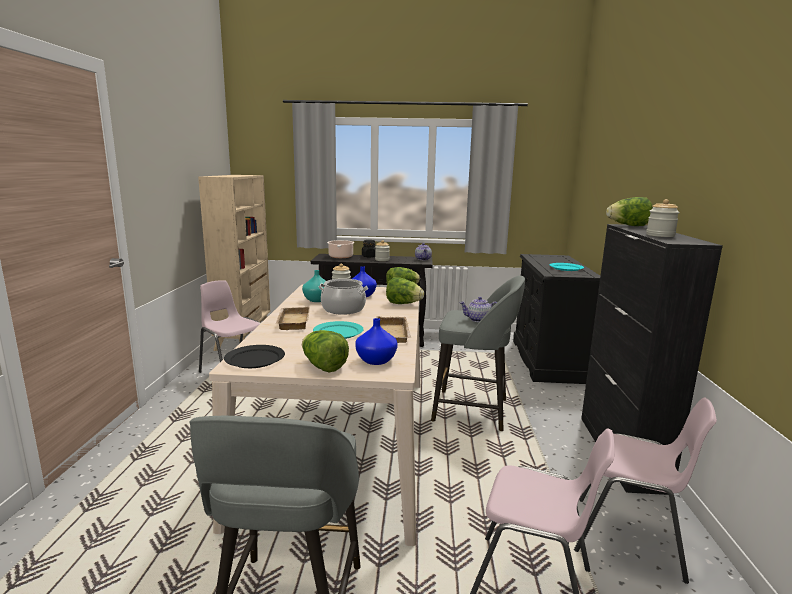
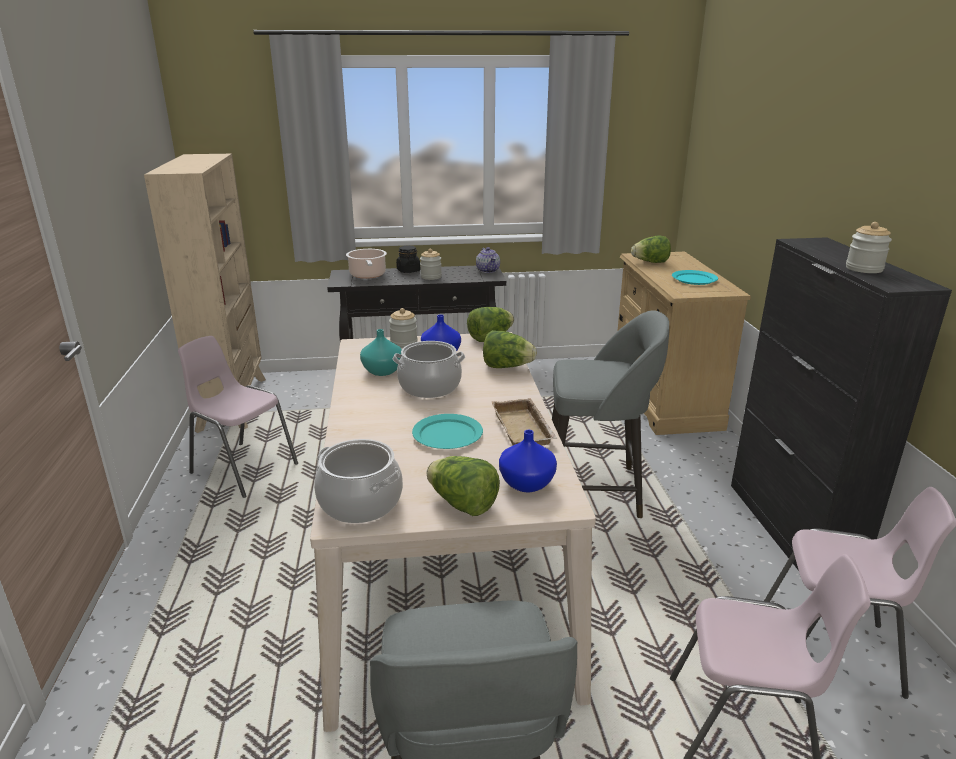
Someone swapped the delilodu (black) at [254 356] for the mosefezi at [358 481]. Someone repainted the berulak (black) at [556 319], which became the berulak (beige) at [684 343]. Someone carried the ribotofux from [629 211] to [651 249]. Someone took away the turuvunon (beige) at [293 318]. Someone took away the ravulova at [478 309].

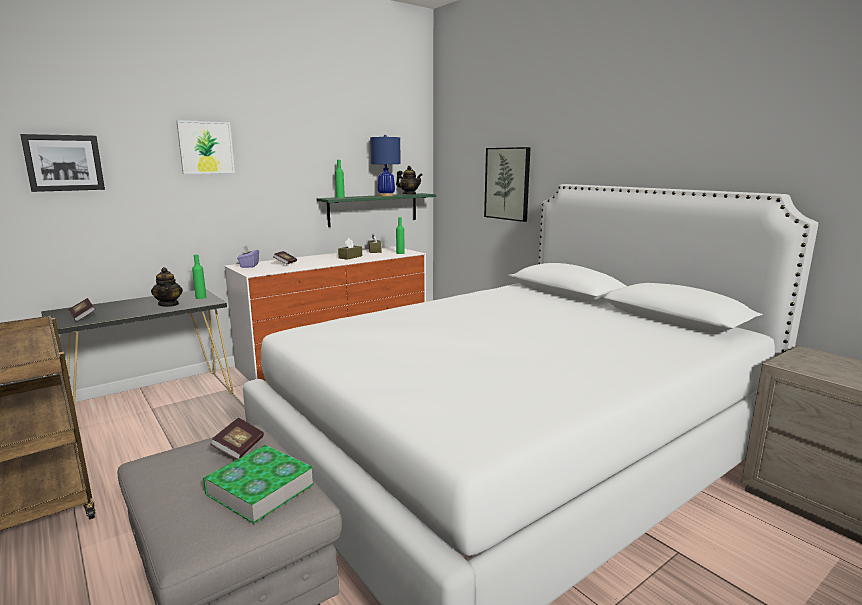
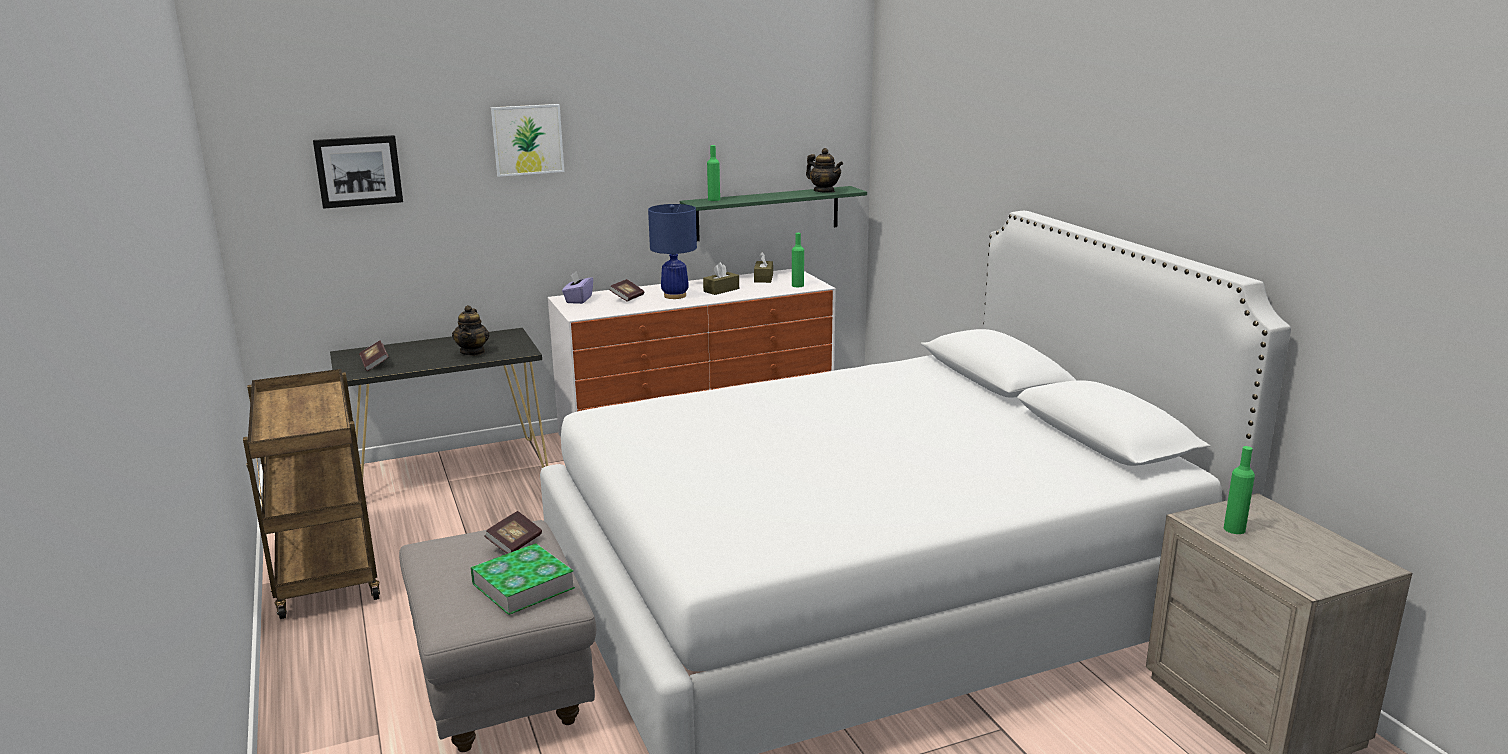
Someone carried the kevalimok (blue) from [385 165] to [672 251]. Someone carried the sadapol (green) from [199 276] to [1239 490]. Someone took away the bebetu at [507 184].

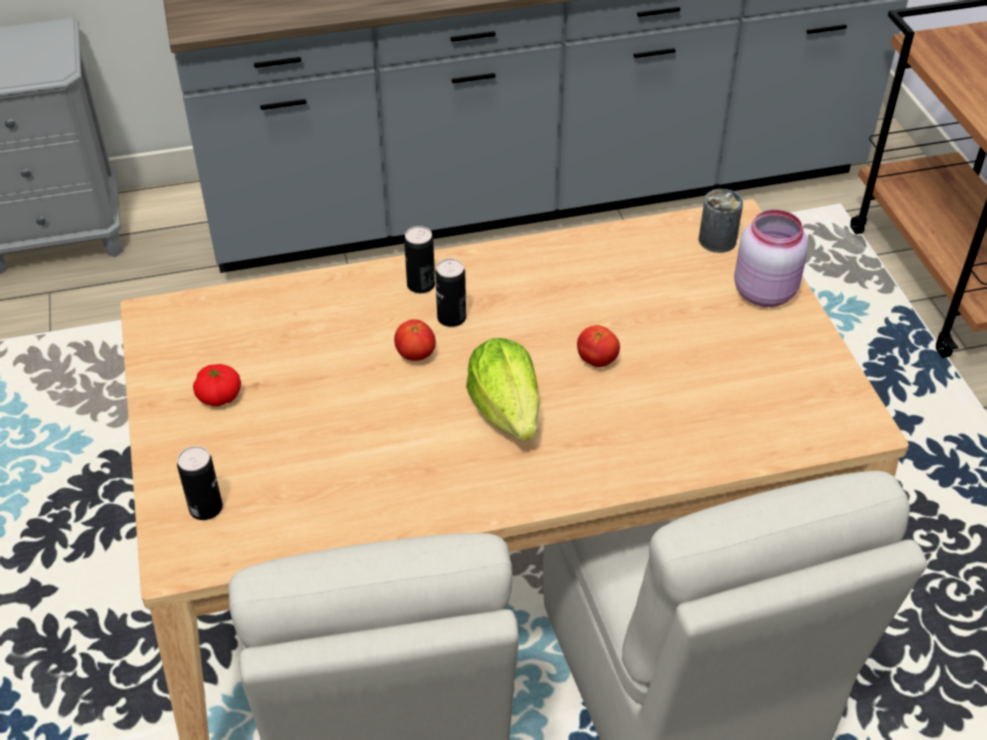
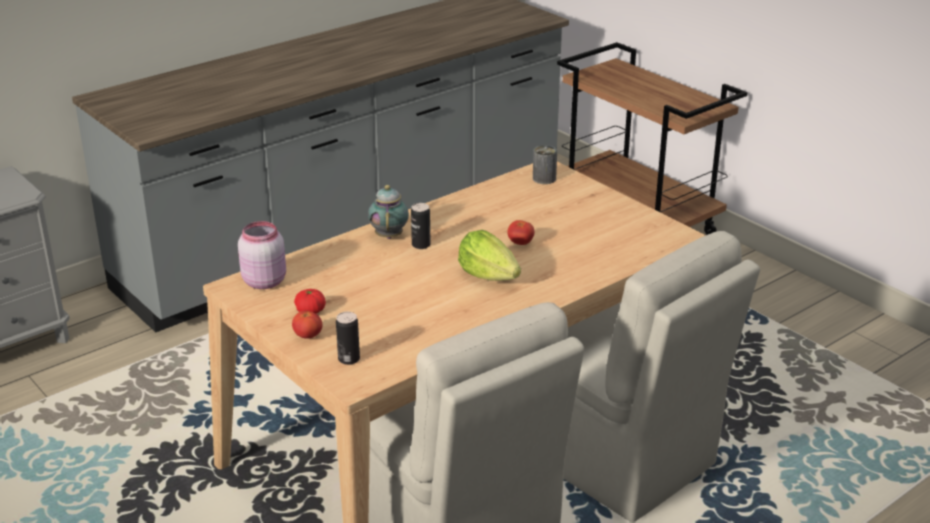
Someone carried the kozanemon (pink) from [771 258] to [262 255]. Someone carried the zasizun from [415 340] to [307 324]. Someone swapped the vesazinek at [419 259] for the ravulova at [388 212].

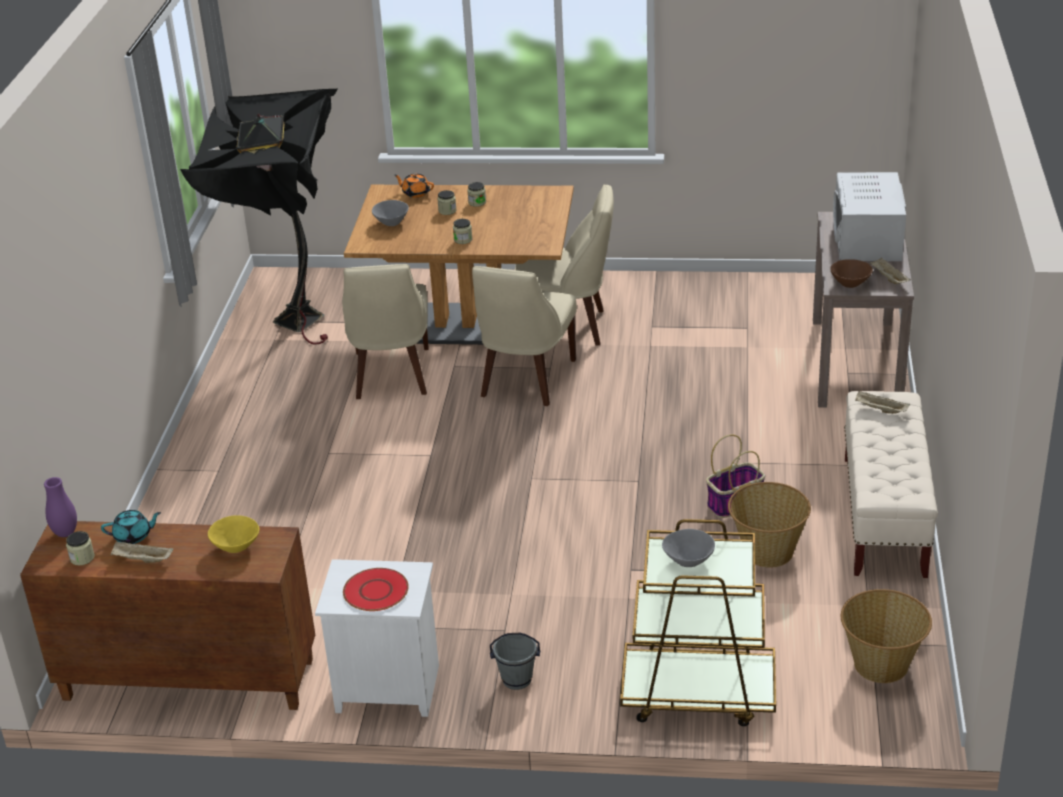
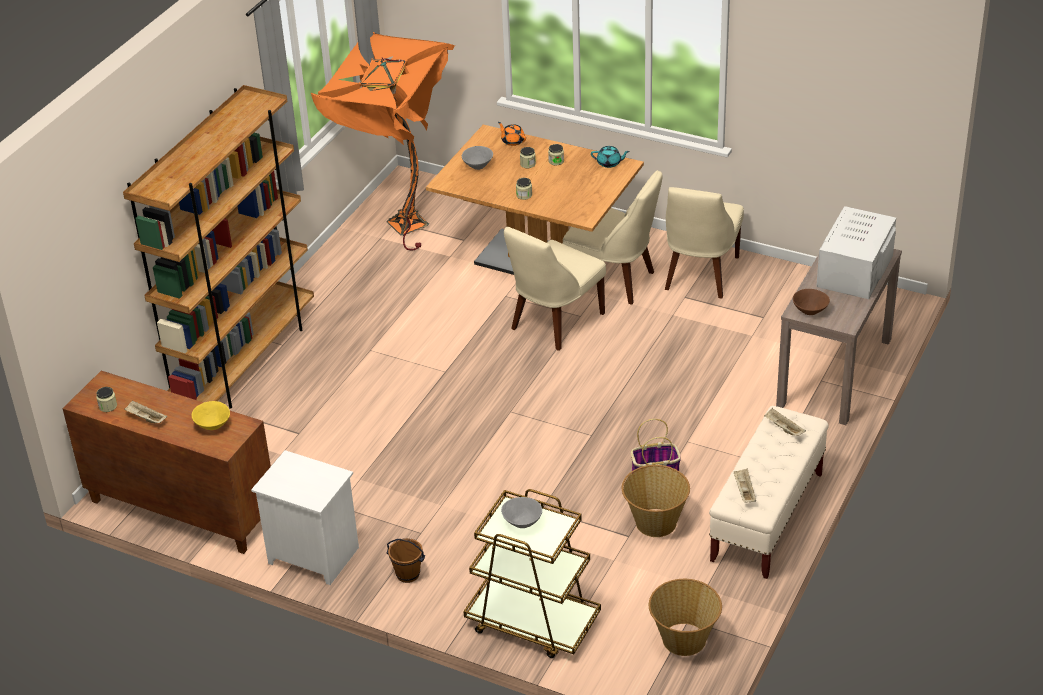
Someone put down the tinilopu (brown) at [218 247]. Someone repainted the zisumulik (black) at [259 216], which became the zisumulik (orange) at [383 141]. Someone repainted the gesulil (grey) at [515 661], which became the gesulil (brown) at [406 560]. Someone carried the ravulova (turquoise) from [131 527] to [610 157]. Someone carried the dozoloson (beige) from [385 331] to [704 242]. Someone carried the turuvunon (beige) from [890 270] to [744 485]. Someone took away the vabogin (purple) at [60 507]. Someone took away the delilodu (red) at [376 589].

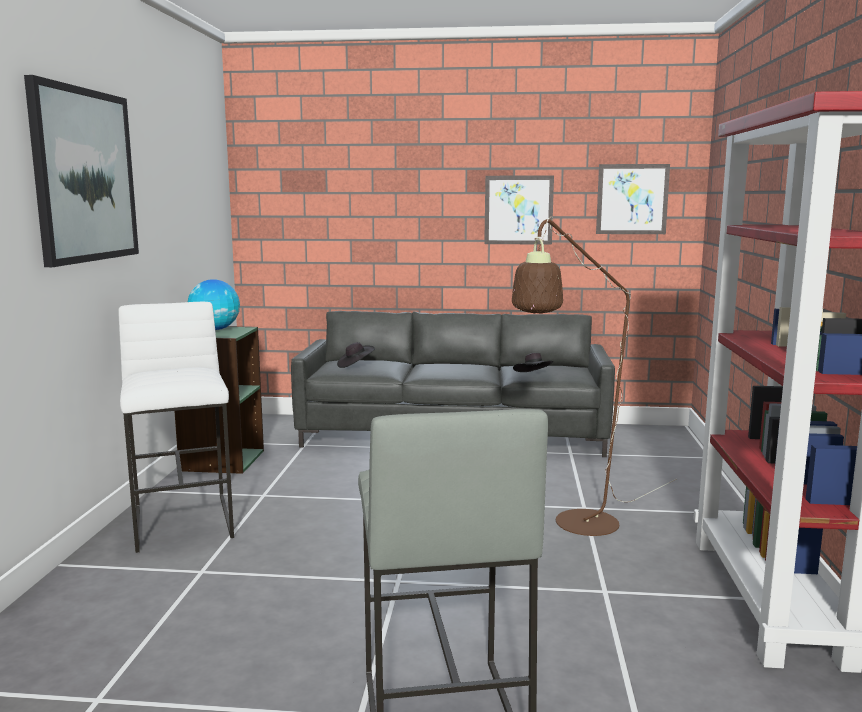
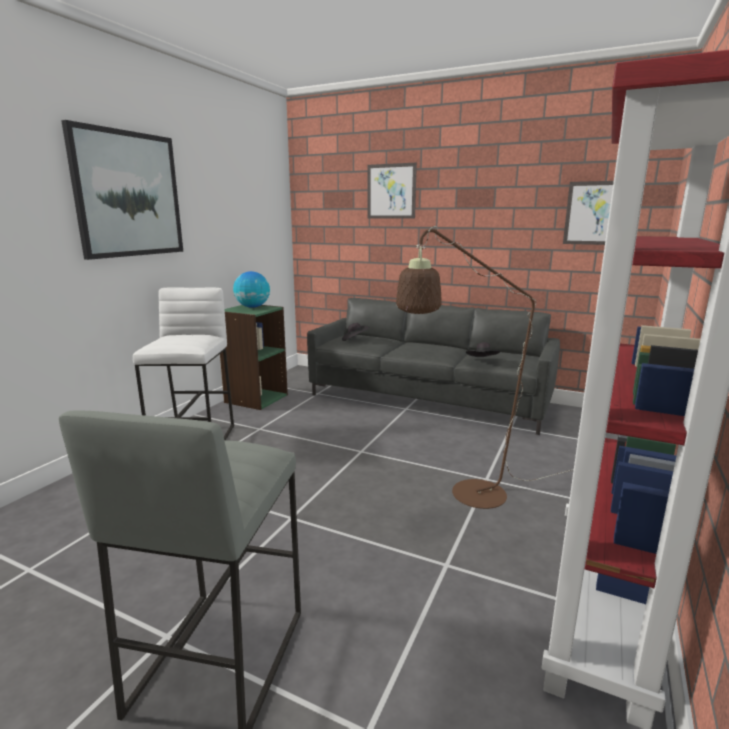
Someone carried the bebetu from [519 210] to [392 191].

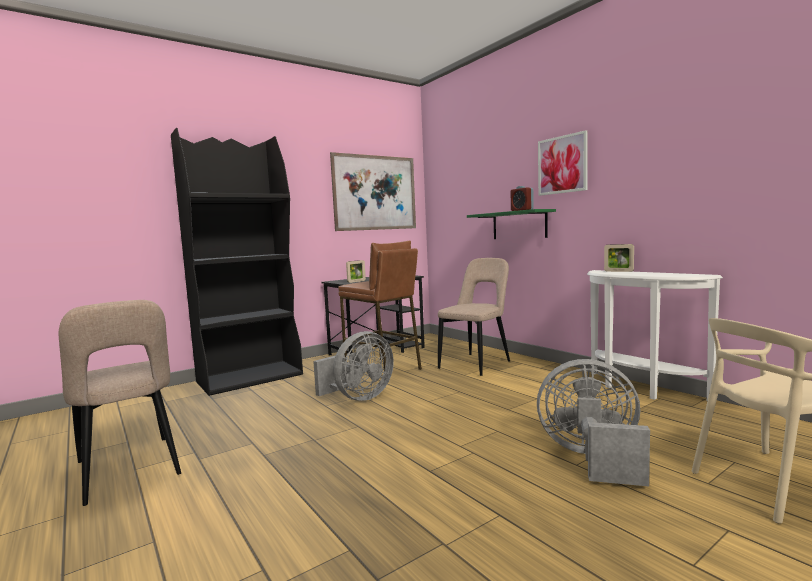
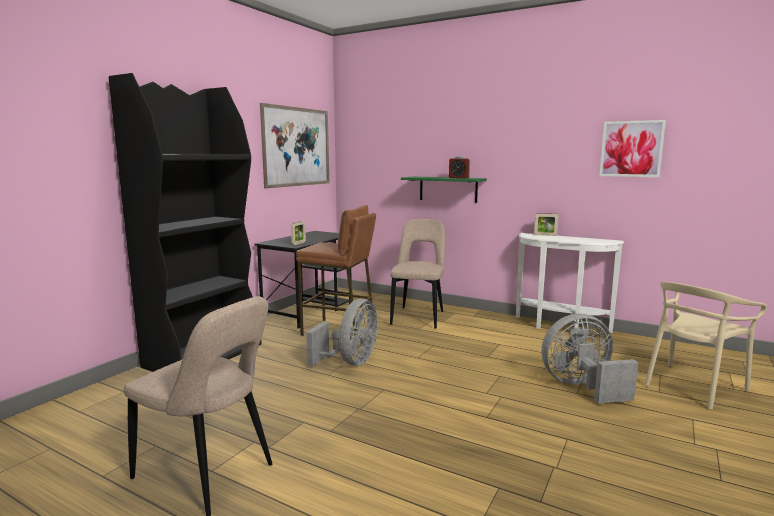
Someone carried the bebetu from [563 163] to [632 148].

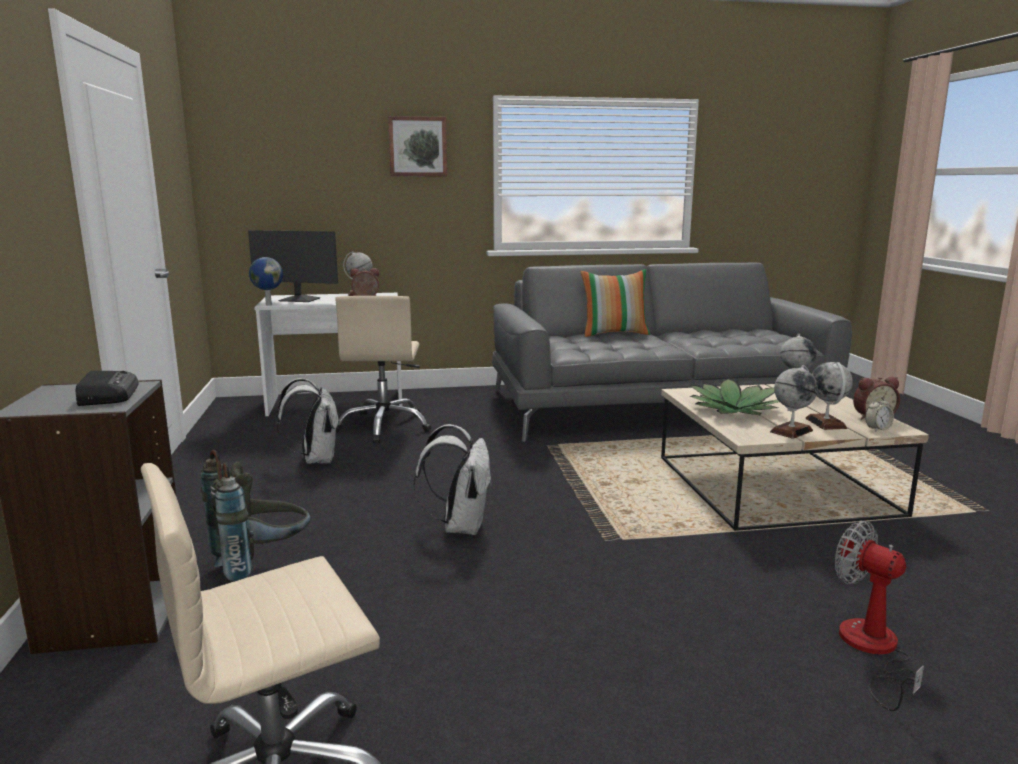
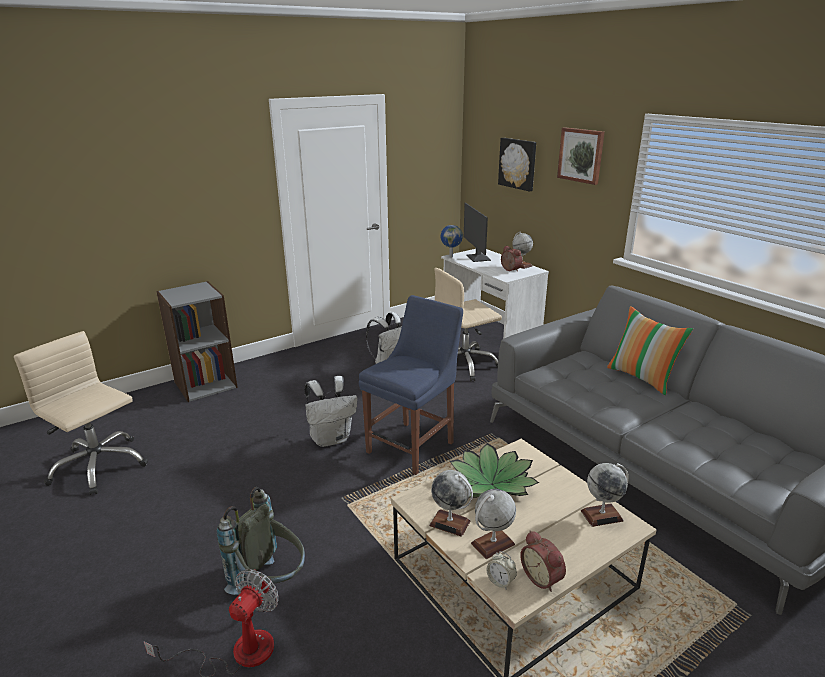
Someone carried the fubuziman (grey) from [256 516] to [261 541]. Someone put down the dozoloson (blue) at [411 385]. Someone put up the bebetu at [517 165]. Someone took away the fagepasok at [107 388].

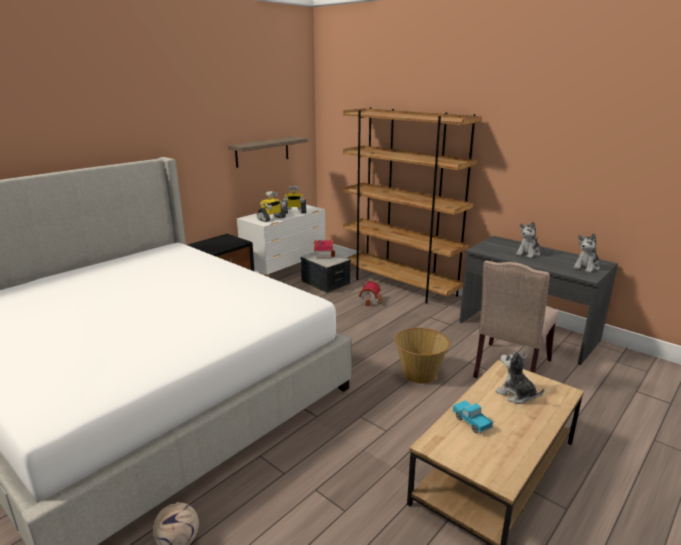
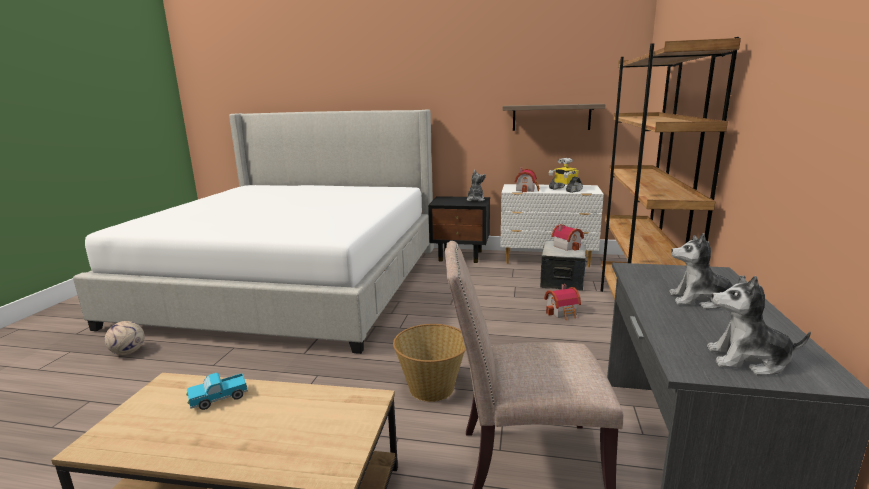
Someone rotated the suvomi at [472 416] by 150 degrees counterclockwise. Someone carried the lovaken from [519 377] to [476 186]. Someone swapped the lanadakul at [271 206] for the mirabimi at [527 180].

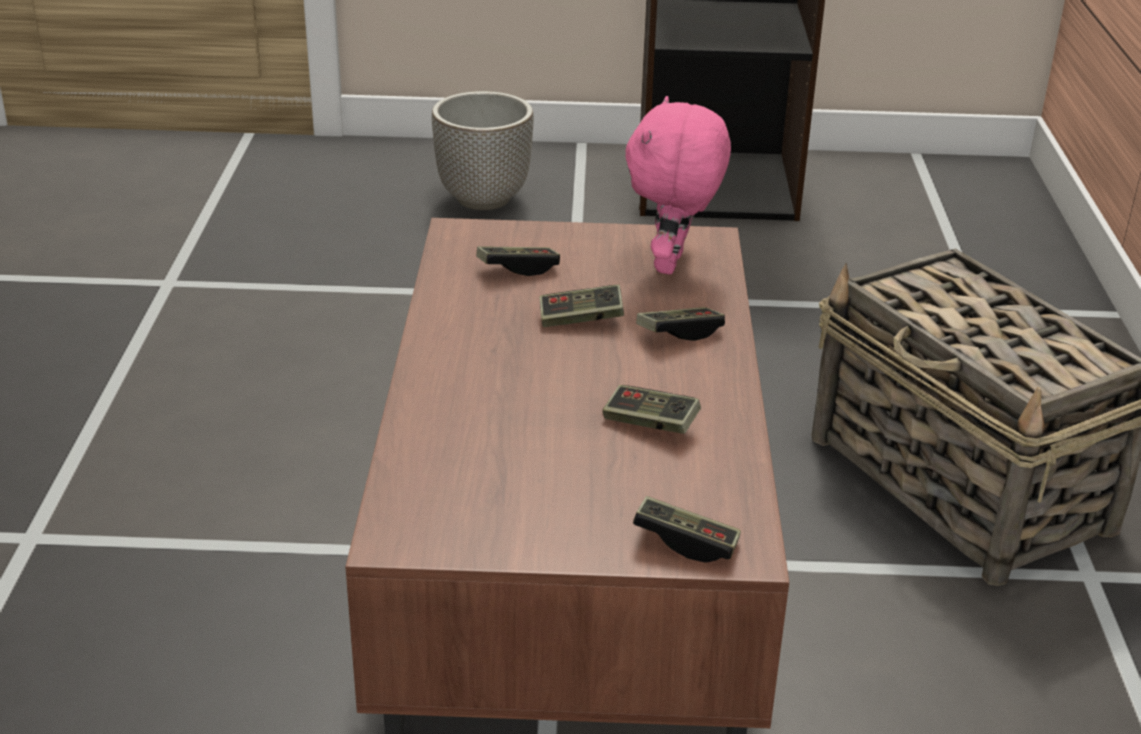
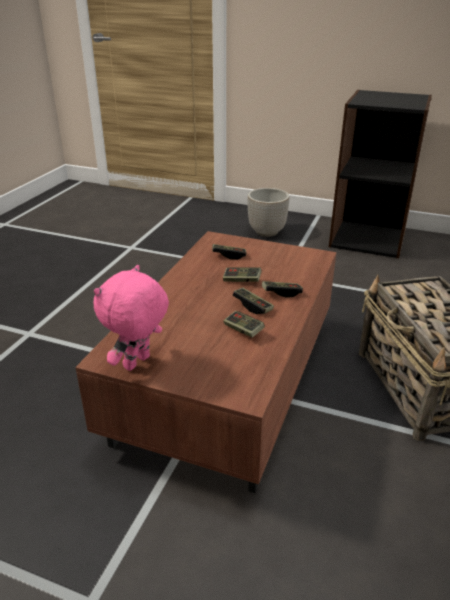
Someone carried the lovaken (pink) from [678 185] to [131 318]. Someone carried the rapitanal from [687 529] to [253 301].

